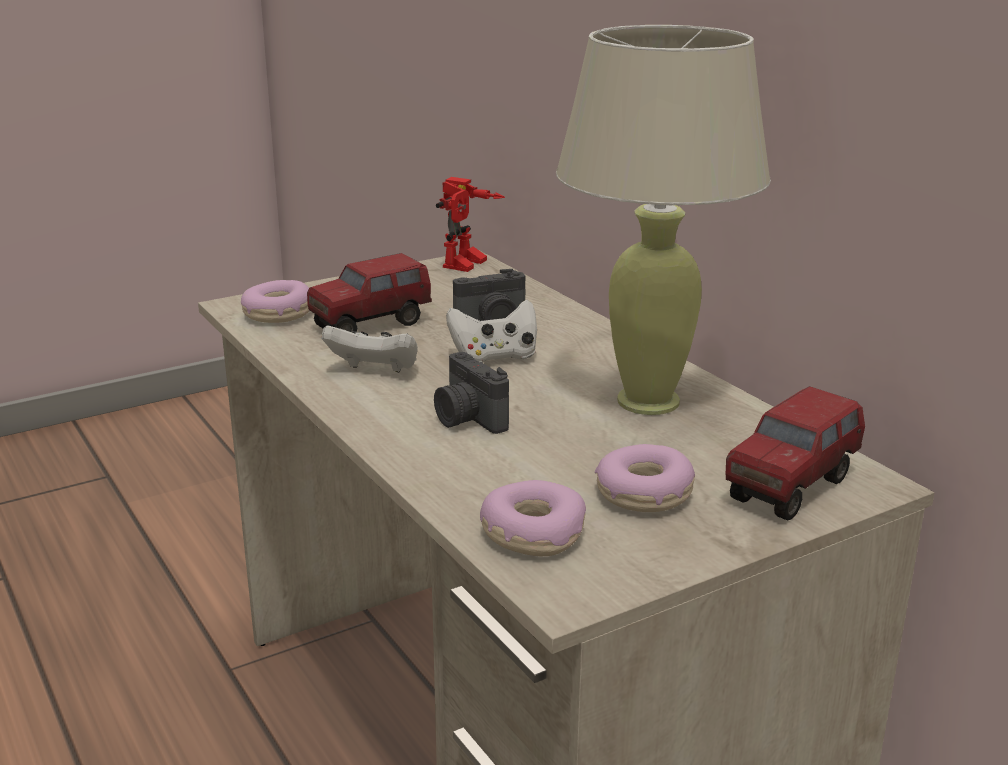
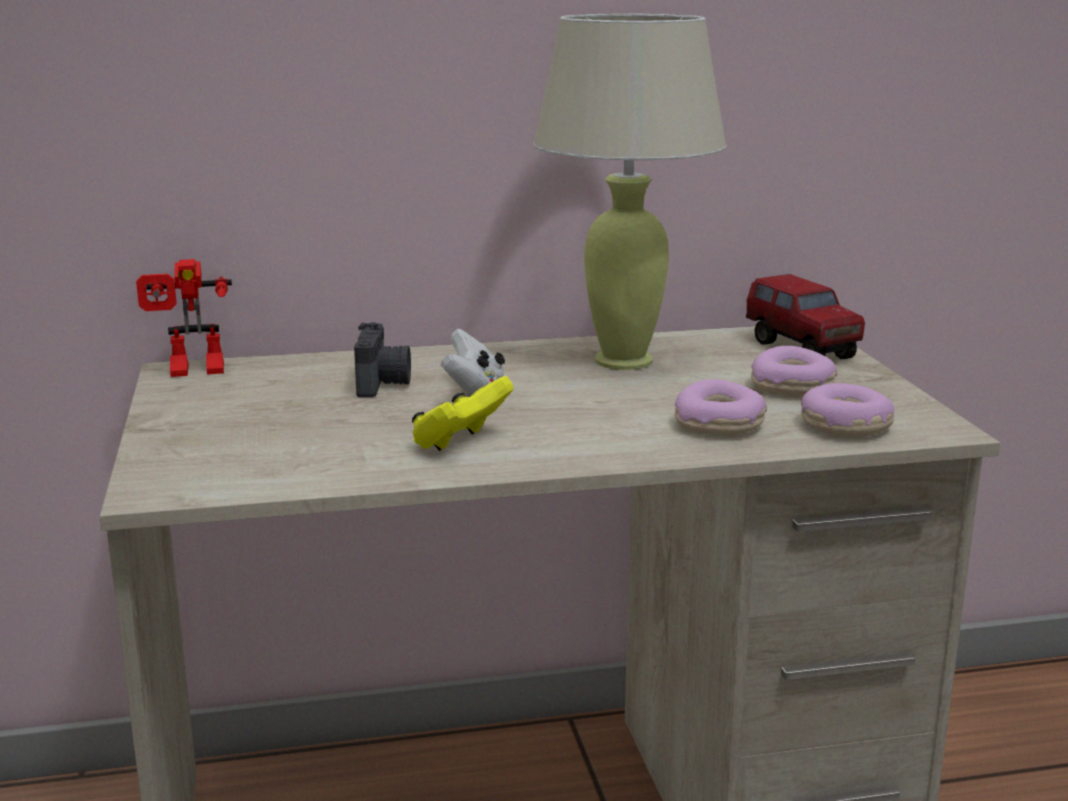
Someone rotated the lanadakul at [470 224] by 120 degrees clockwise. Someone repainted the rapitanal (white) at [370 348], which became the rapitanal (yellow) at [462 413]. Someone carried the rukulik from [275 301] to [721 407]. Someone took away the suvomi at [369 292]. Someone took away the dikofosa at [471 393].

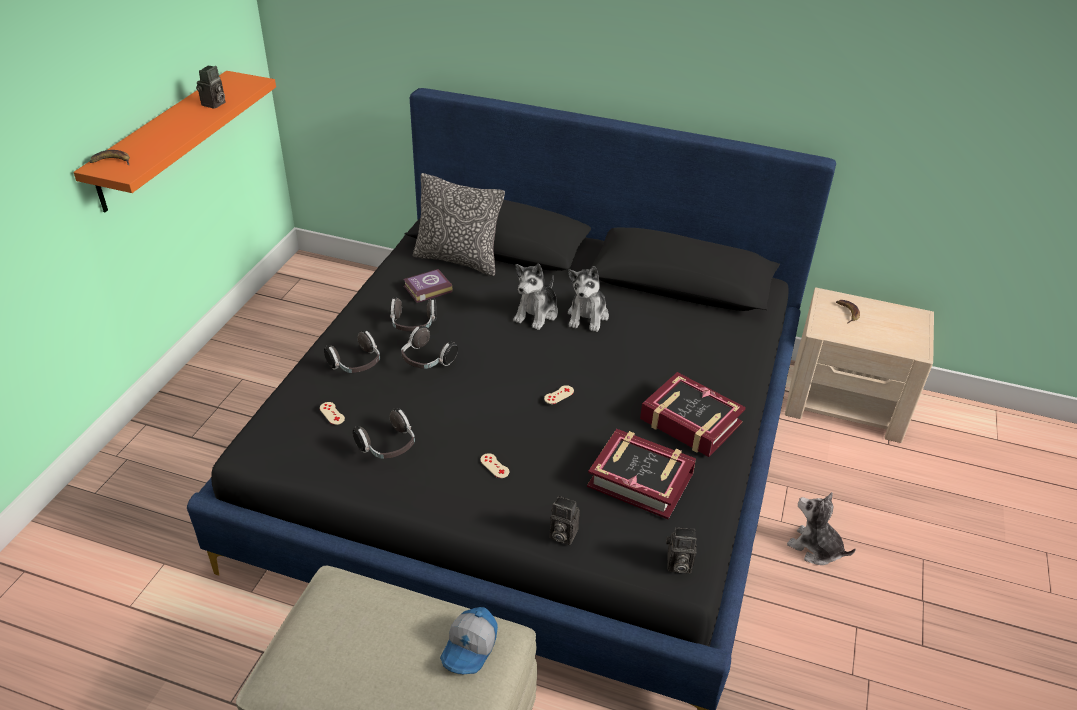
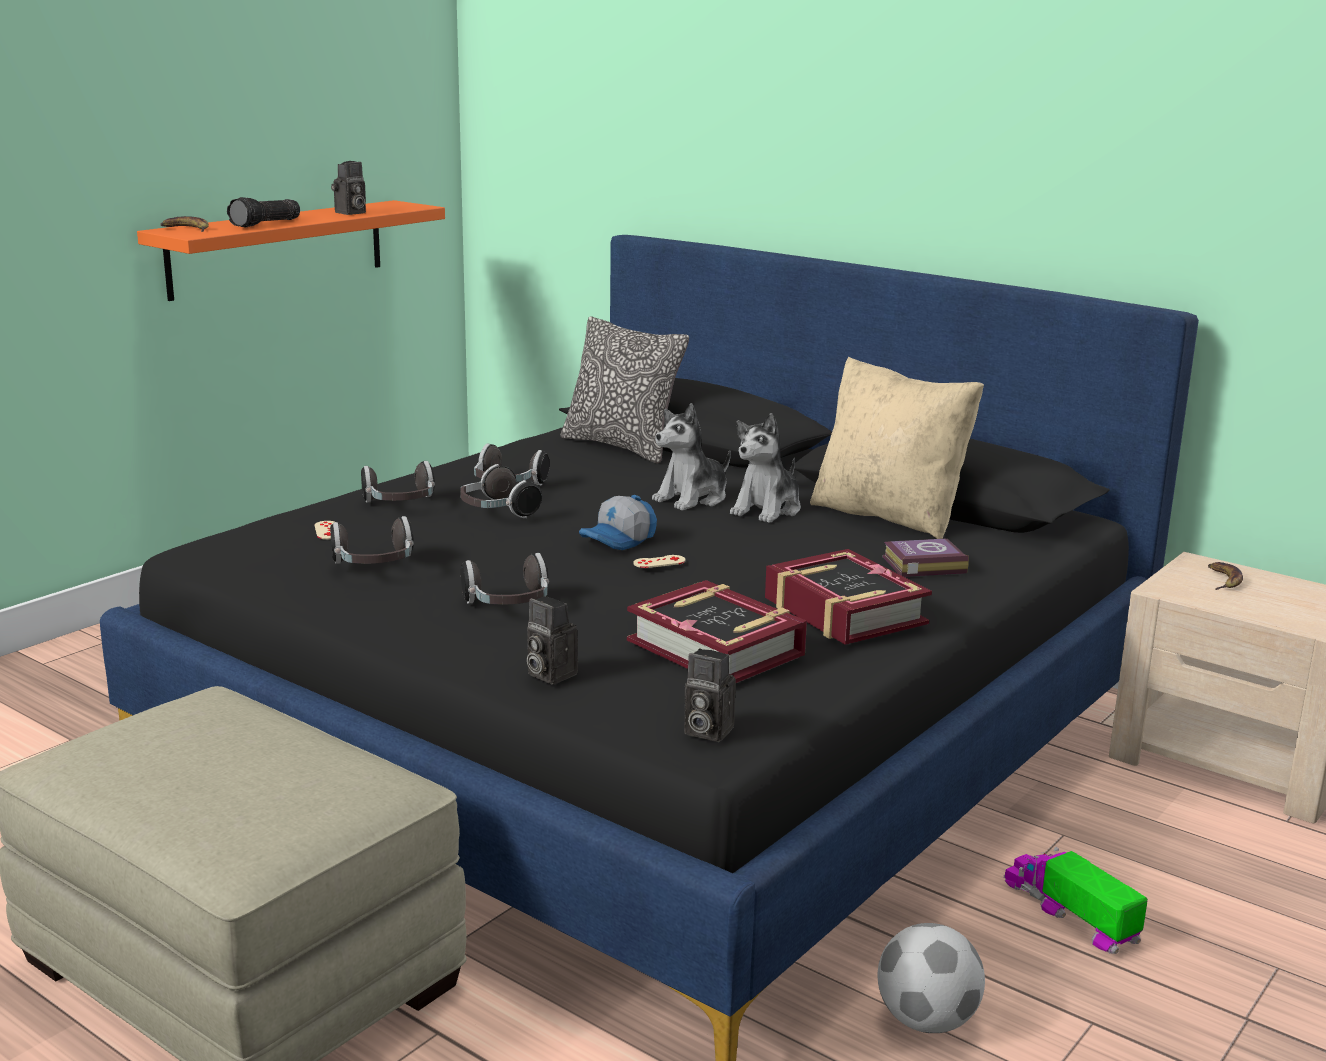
Someone put down the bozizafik at [263 212]. Someone swapped the rapitanal (beige) at [494 465] for the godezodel at [505 579]. Someone carried the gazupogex from [469 640] to [618 522]. Someone put down the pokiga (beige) at [897 448]. Someone put down the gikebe at [931 978]. Someone carried the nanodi from [428 286] to [926 558]. Someone swapped the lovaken at [821 528] for the suvomi at [1076 900].

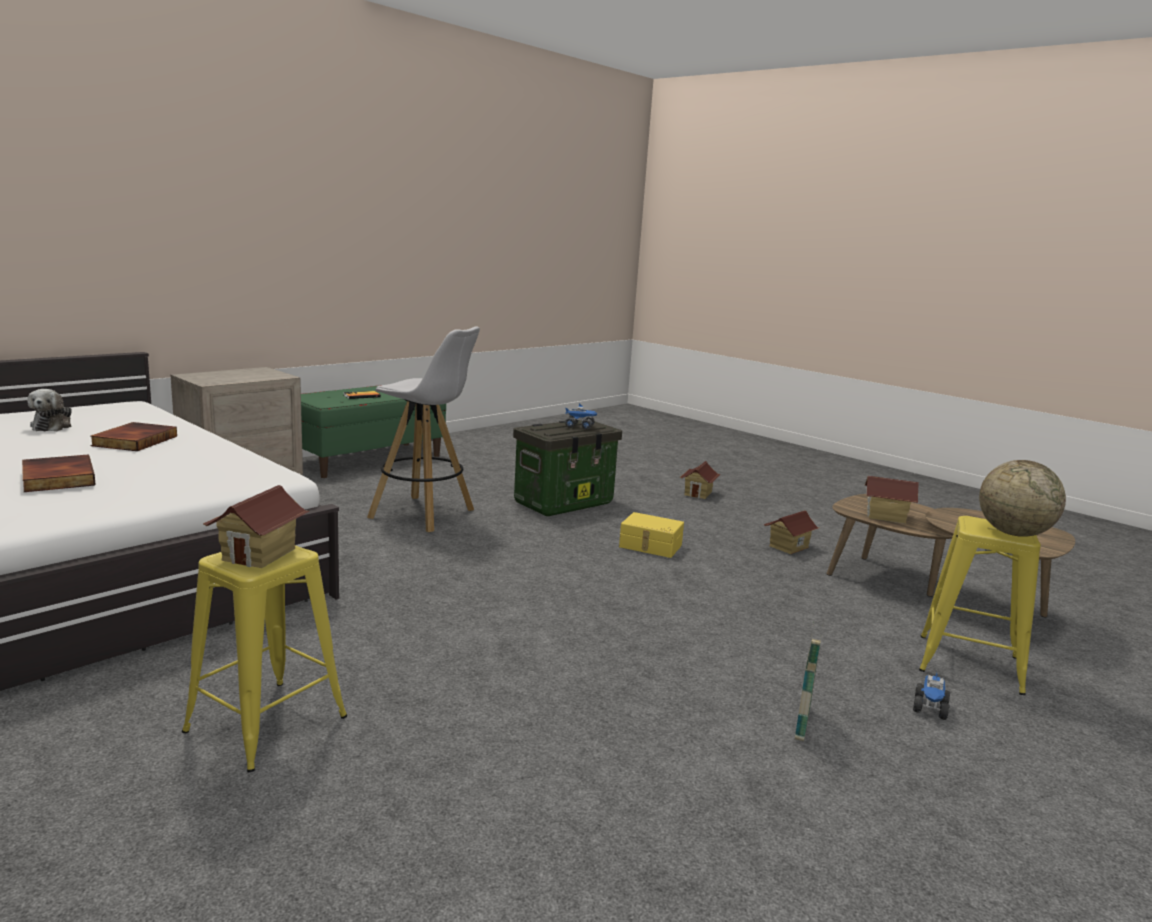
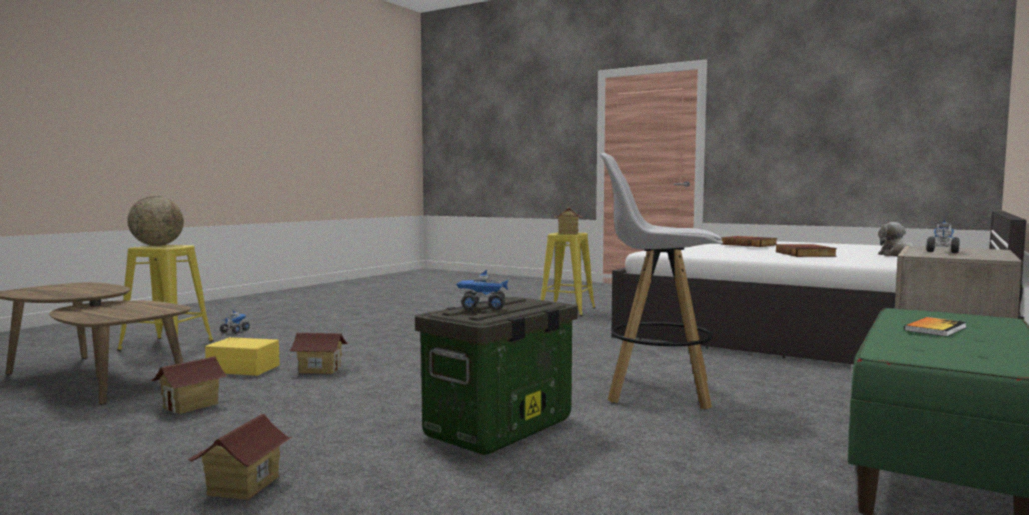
Someone carried the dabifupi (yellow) from [651 535] to [242 356]. Someone carried the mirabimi from [892 500] to [319 353]. Someone put down the suvomi at [943 235]. Someone took away the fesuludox at [808 682].

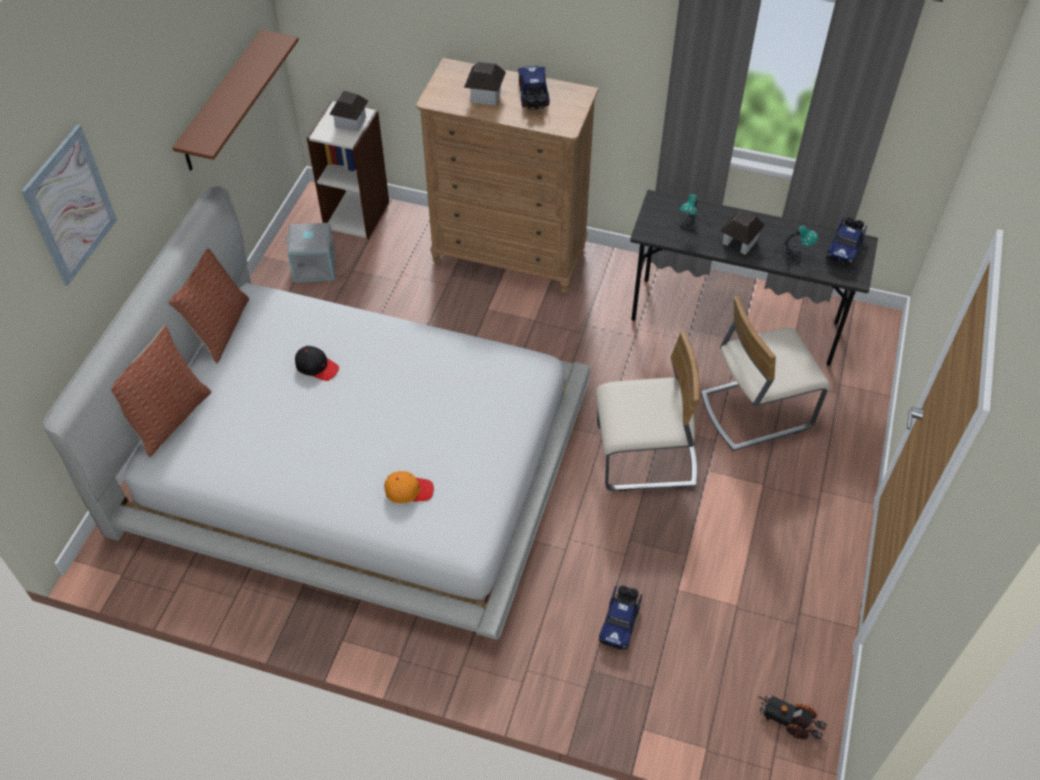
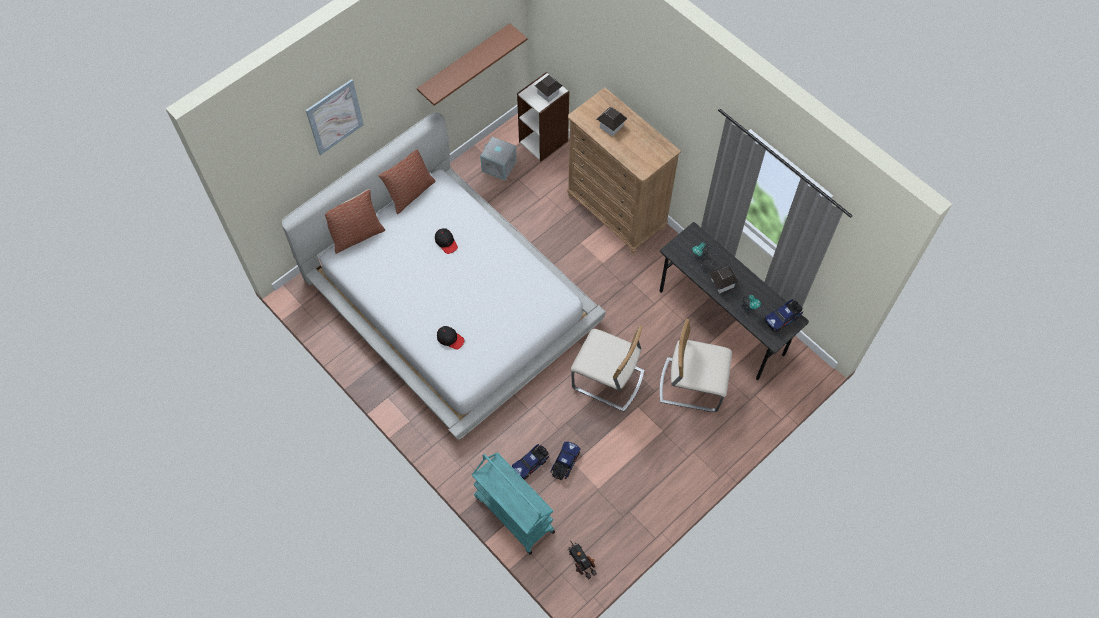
Someone repainted the gazupogex (orange) at [409 487], which became the gazupogex (black) at [451 337]. Someone put down the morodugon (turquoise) at [513 504]. Someone carried the suvomi from [534 88] to [565 461].

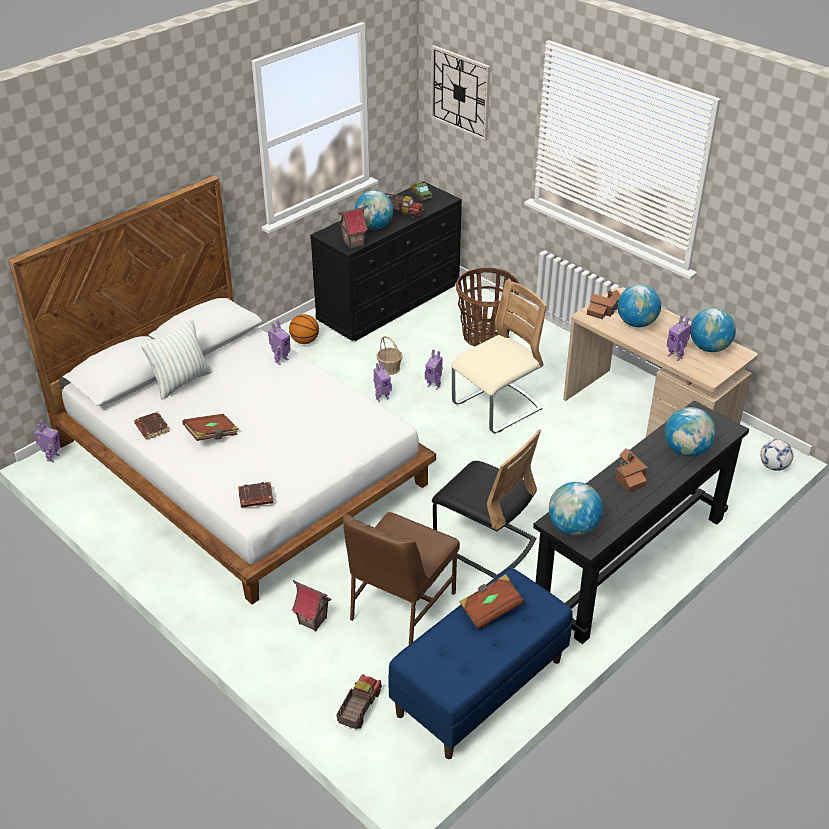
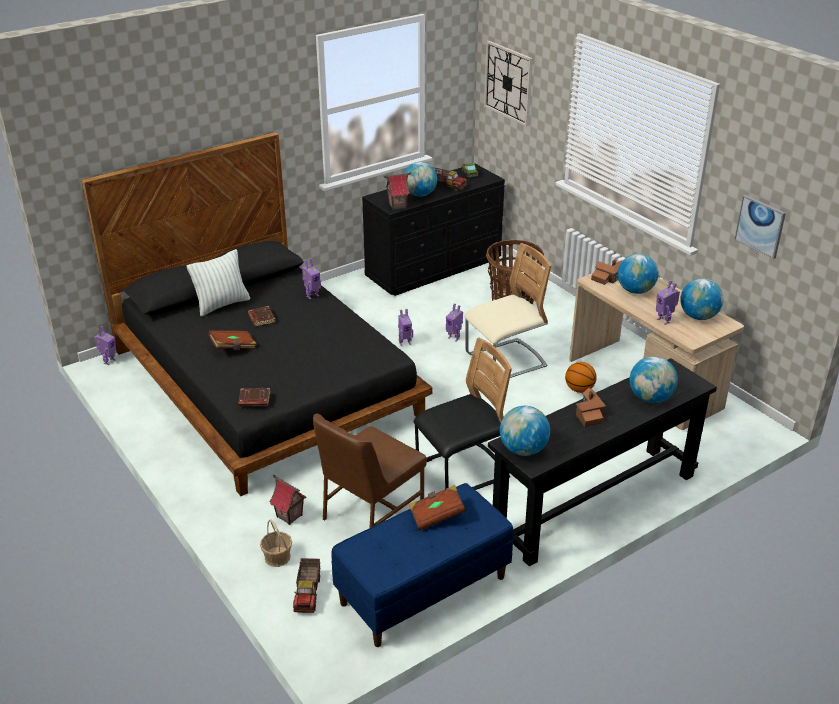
Someone repainted the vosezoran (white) at [222 390], which became the vosezoran (black) at [257 314]. Someone carried the nanodi (brown) from [152 426] to [261 316]. Someone carried the fesuludox from [389 355] to [276 543]. Someone rotated the suvomi at [359 701] by 150 degrees clockwise. Someone rotated the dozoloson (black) at [486 503] by 75 degrees counterclockwise. Someone carried the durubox from [304 329] to [580 377]. Someone put up the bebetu at [760 227]. Someone took away the gikebe at [776 455].

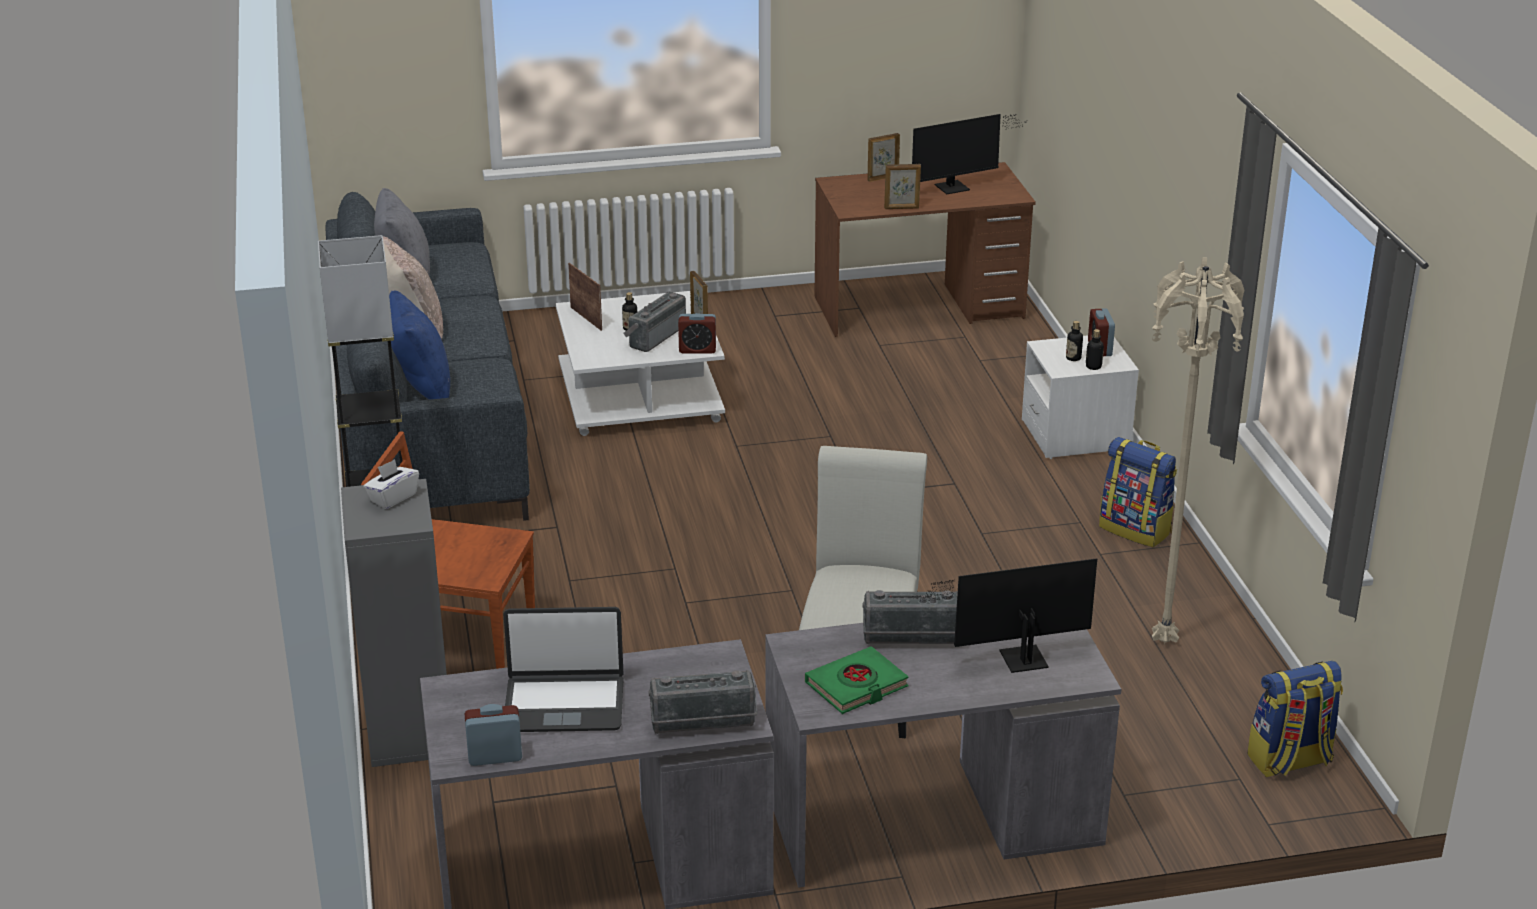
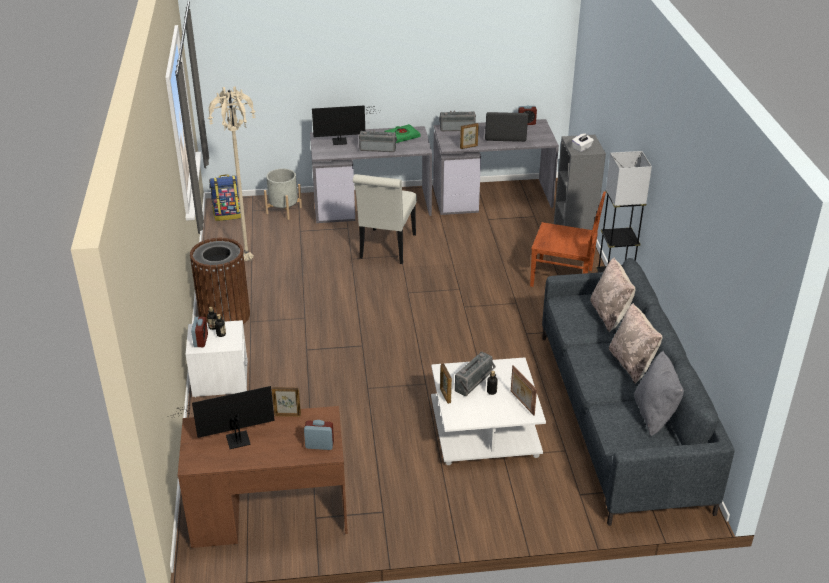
Someone swapped the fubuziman at [1138 492] for the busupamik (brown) at [220 281]. Someone put down the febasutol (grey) at [283 194]. Someone carried the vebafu from [697 333] to [319 435]. Someone carried the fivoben from [884 157] to [469 136]. Someone repainted the pokiga (blue) at [419 345], which became the pokiga (beige) at [612 295].

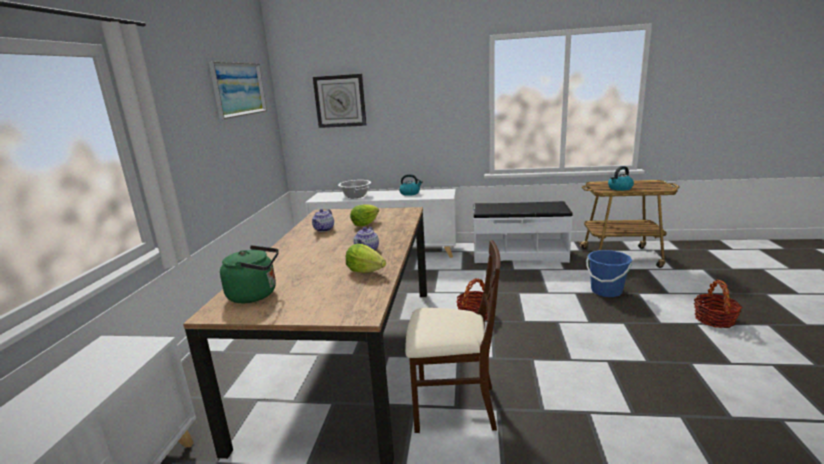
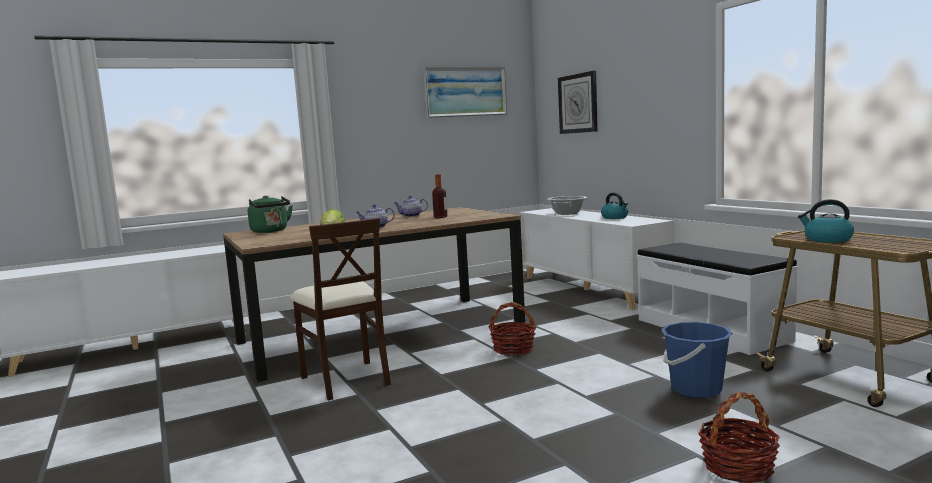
Someone swapped the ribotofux at [364 215] for the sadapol at [439 196].

